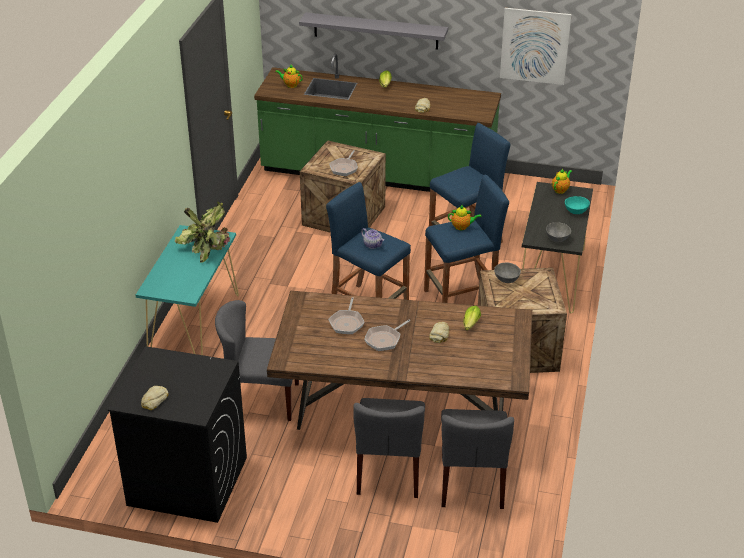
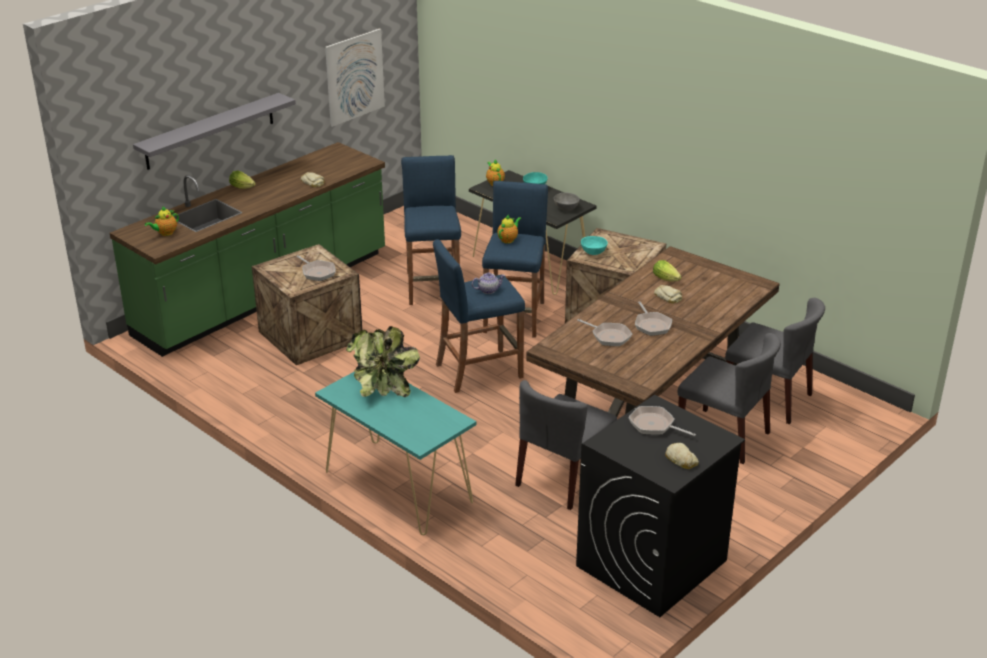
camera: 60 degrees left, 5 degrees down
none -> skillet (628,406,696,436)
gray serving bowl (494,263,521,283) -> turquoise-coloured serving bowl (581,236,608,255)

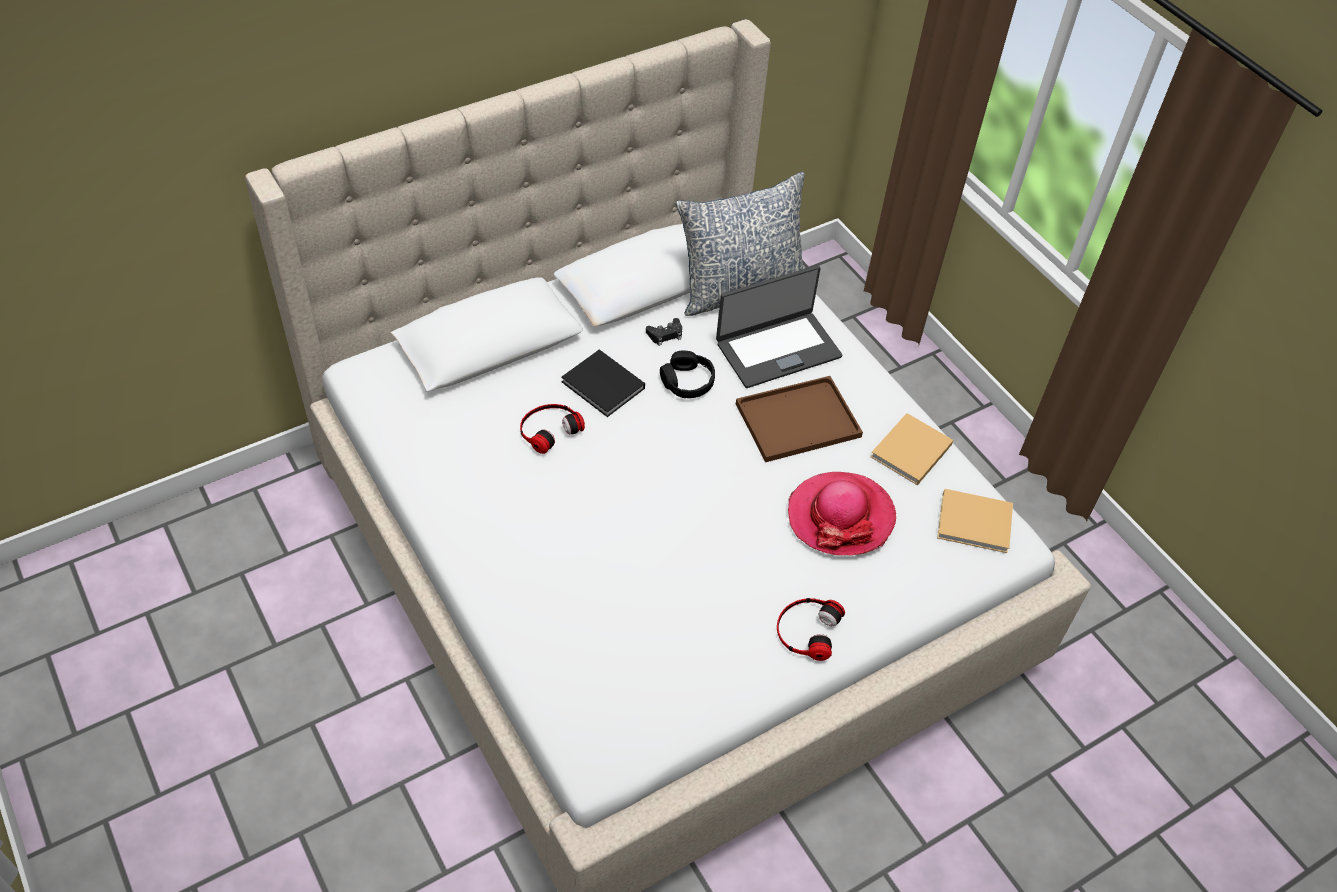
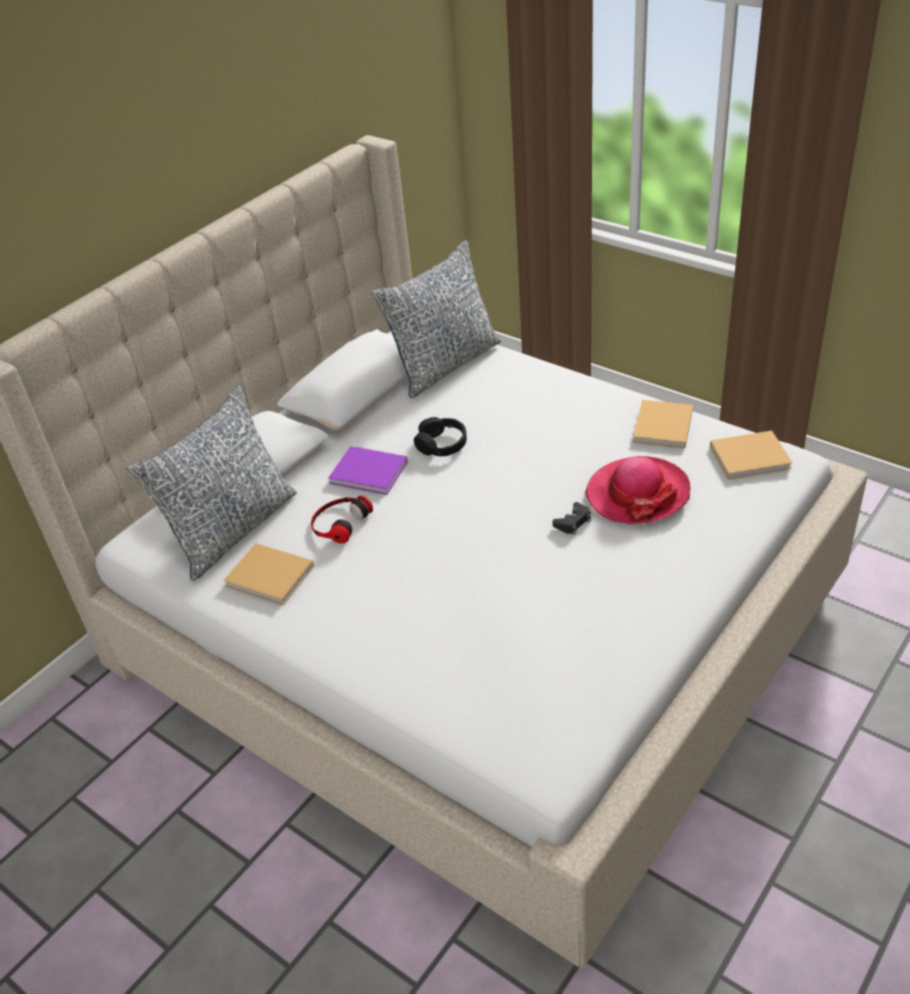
camera: 15 degrees left, 10 degrees down
notebook computer (716,265,842,388) -> none
brown serving tray (736,376,863,462) -> none
pair of headphones (777,598,845,661) -> none
none -> throw pillow (126,385,297,581)
none -> beige-coloured bound book (223,543,314,606)
black joypad (646,318,682,346) -> black joypad (553,502,591,535), shifted
black bound book (561,349,645,417) -> purple bound book (328,446,408,495)

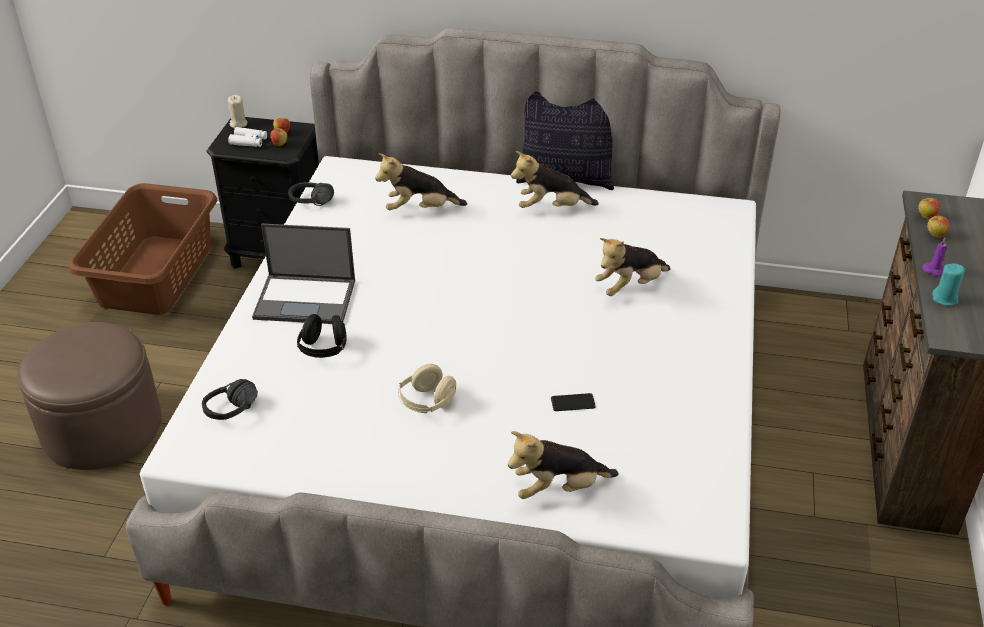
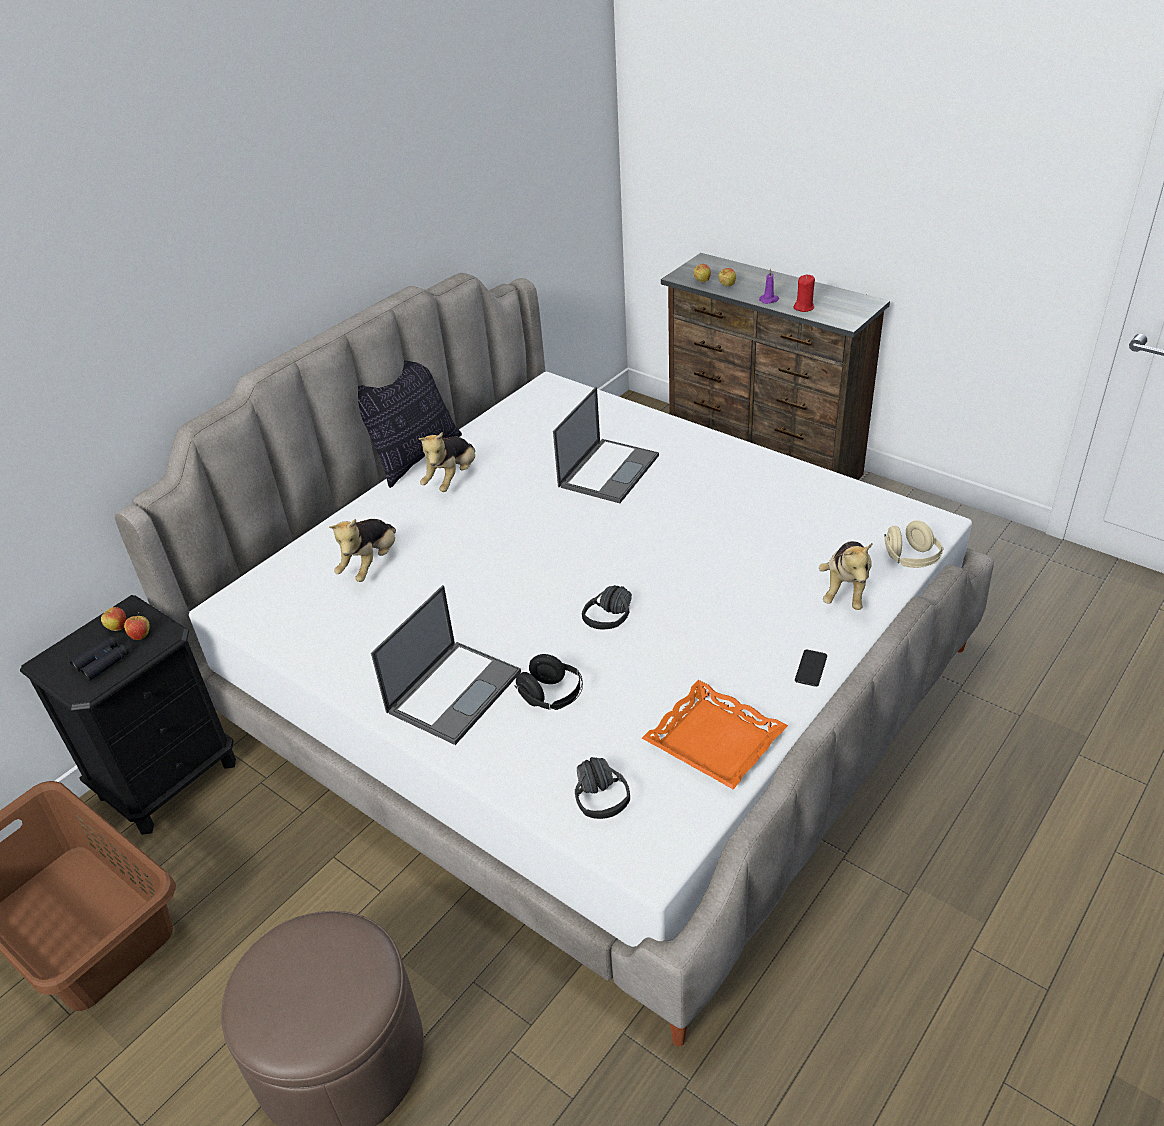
camera: 60 degrees left, 0 degrees up
beige-coloured candle (228,95,247,128) -> none
none -> orangey serving tray (642,680,788,789)
black pair of headphones (288,182,334,206) -> black pair of headphones (582,585,632,629), shifted
beige-coloured pair of headphones (398,364,456,413) -> beige-coloured pair of headphones (884,521,944,568), shifted
telephone (551,393,596,411) -> telephone (795,650,827,687), shifted
plush toy (595,238,670,296) -> notebook computer (553,387,659,503)
whitish field glasses (228,127,267,147) -> black field glasses (70,636,129,681)
turquoise-coloured candle (932,263,965,306) -> red candle (793,274,815,312)

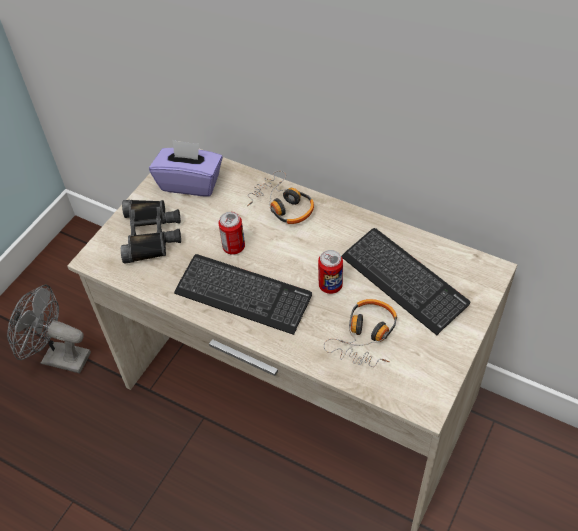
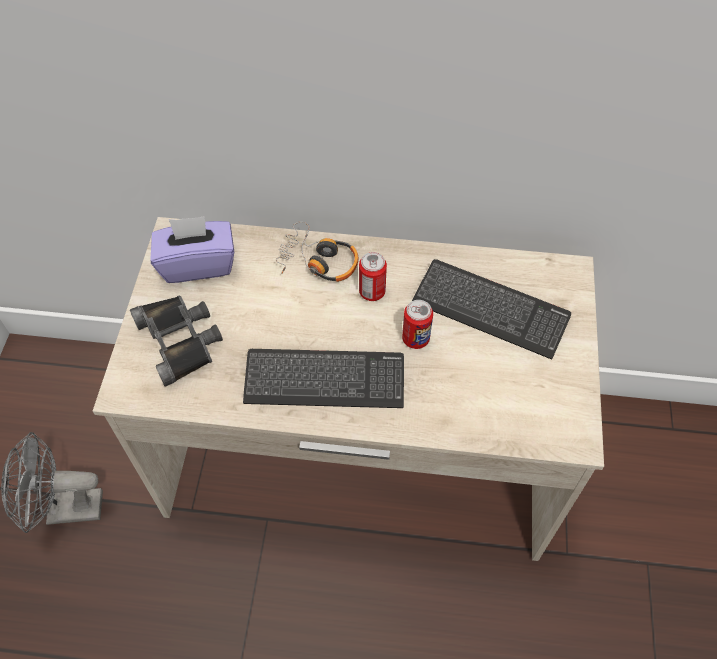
camera: 25 degrees left, 5 degrees up
pair of headphones (324,299,397,367) -> none
metal can (218,212,245,255) -> metal can (359,252,387,301), shifted

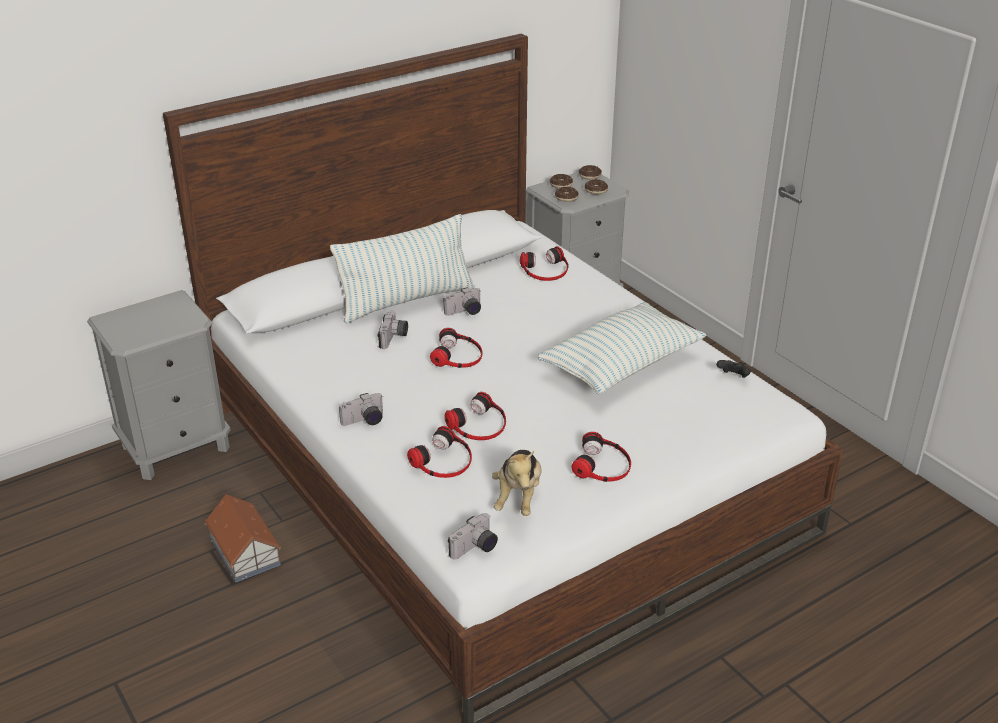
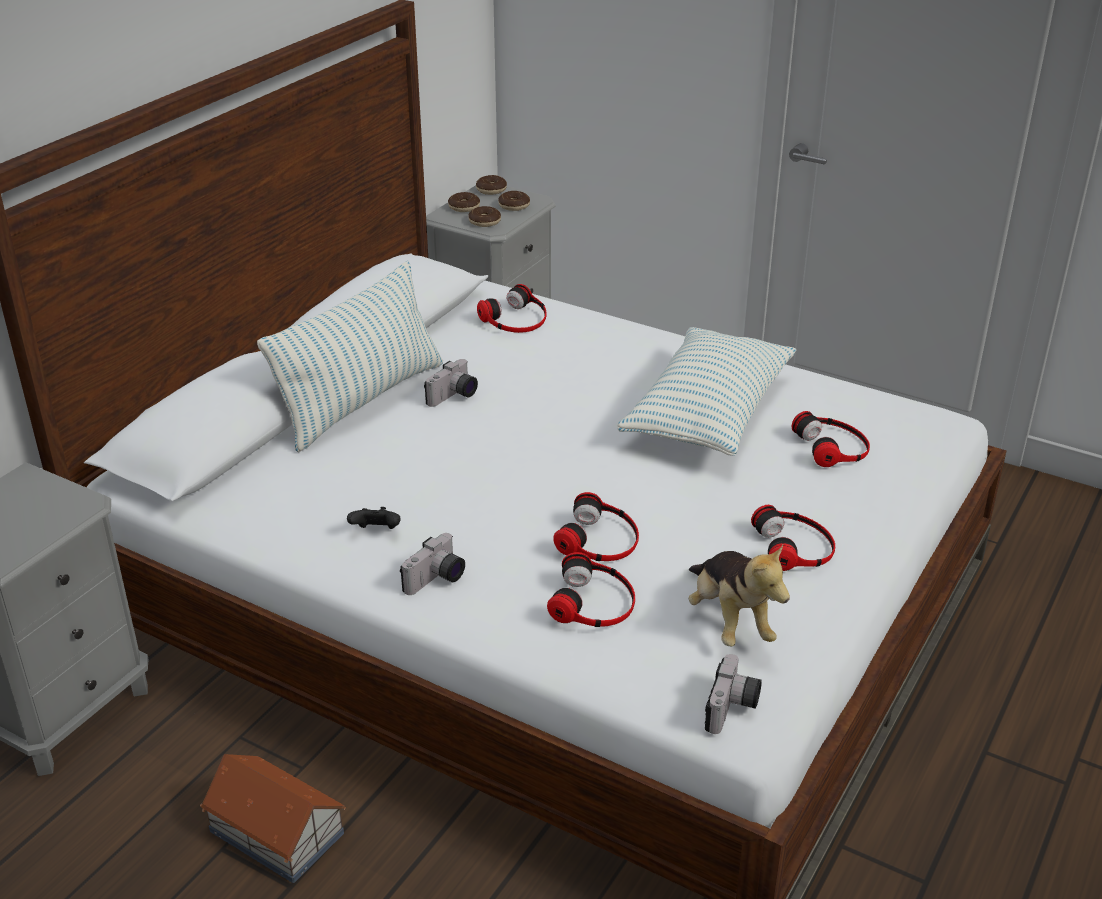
camera: 25 degrees left, 0 degrees up
still camera (378,311,408,349) -> none
pair of headphones (430,328,483,368) -> pair of headphones (792,411,870,467), shifted
black joypad (716,360,751,378) -> black joypad (347,507,401,529), shifted

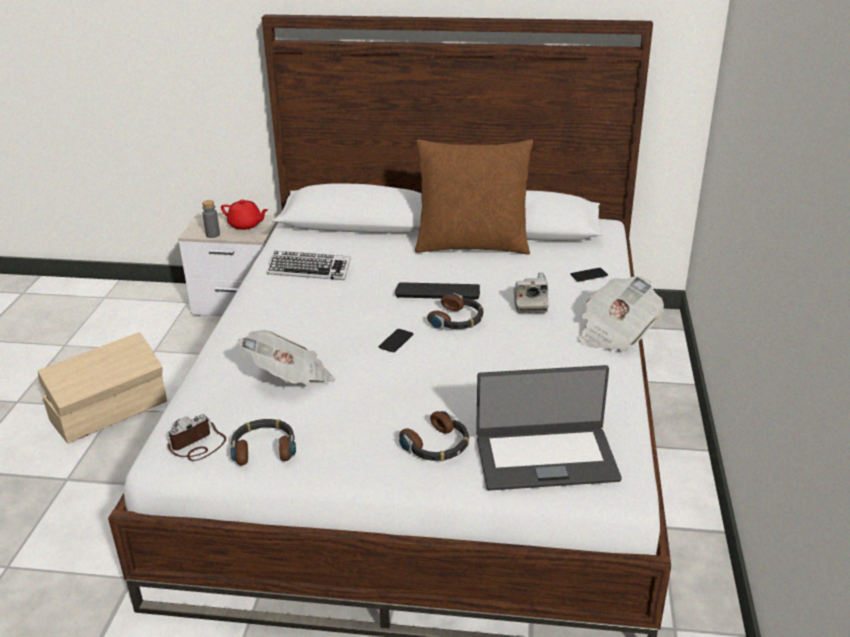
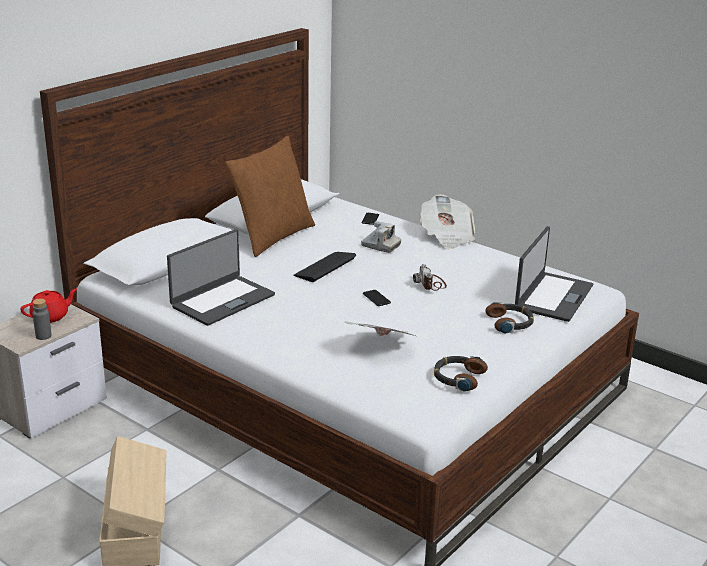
camera: 60 degrees left, 5 degrees down
pair of headphones (427,293,483,330) -> none
still camera (167,414,226,461) -> still camera (413,264,447,291), shifted
computer keyboard (267,251,351,280) -> notebook computer (167,229,275,326)

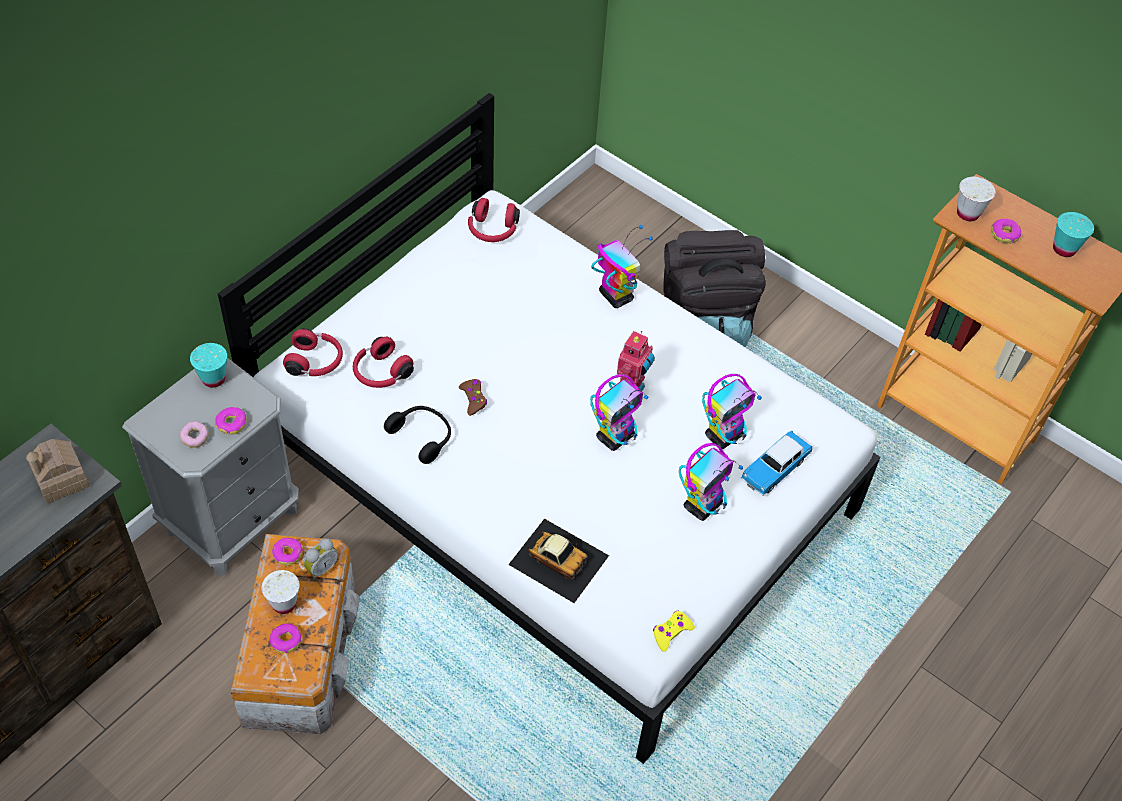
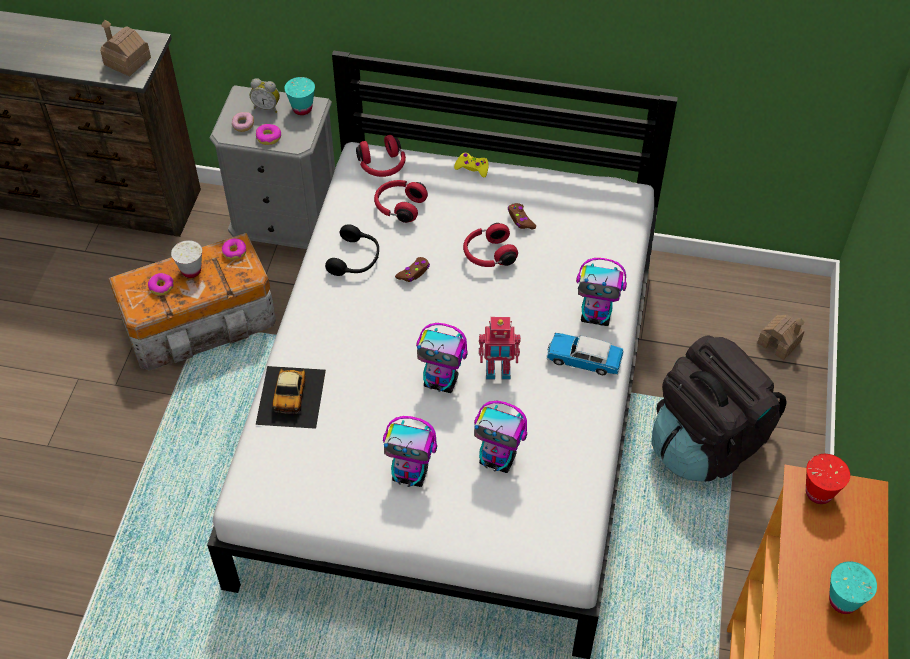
camera: 65 degrees right, 0 degrees up
doughnut (991,218,1021,244) -> none
none -> brown joypad (508,203,536,229)
none -> miniature house (757,315,805,360)
table clock (303,538,338,580) -> table clock (250,78,280,113), shifted
red pair of headphones (468,198,520,242) -> red pair of headphones (463,223,518,267), shifted
yellowish joypad (653,611,695,652) -> yellowish joypad (454,153,489,178), shifted
model car (741,430,812,496) -> model car (546,333,623,375), shifted
whitish drinking cup (957,177,995,221) -> red drinking cup (806,454,850,504)
robot figure (591,225,653,308) -> robot figure (576,258,627,326), 75 degrees clockwise

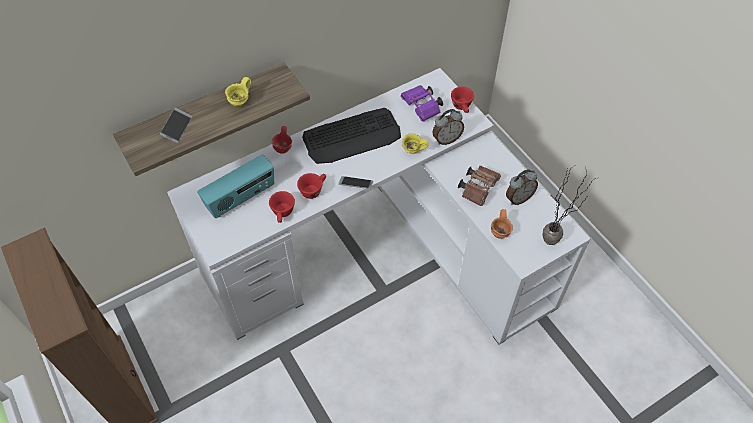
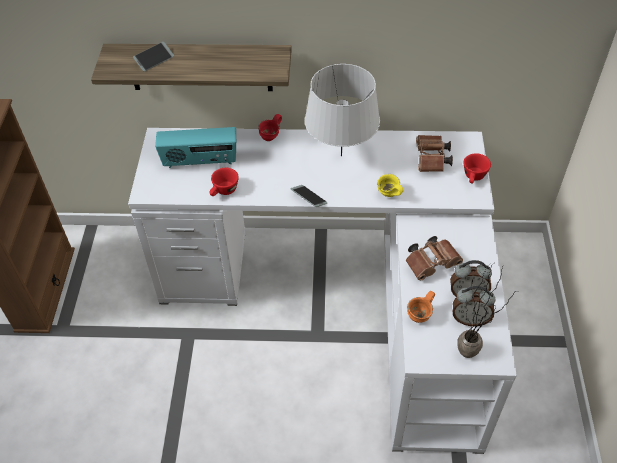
camera: 35 degrees right, 5 degrees down
yellowish tea mug (225,77,251,107) -> none
red drinking cup (297,173,326,199) -> none
table clock (432,109,464,145) -> table clock (453,286,495,326), shifted
computer keyboard (302,108,401,164) -> gray lamp for a table (305,64,380,156)
purple field glasses (401,85,443,122) -> brown field glasses (416,135,453,172)

